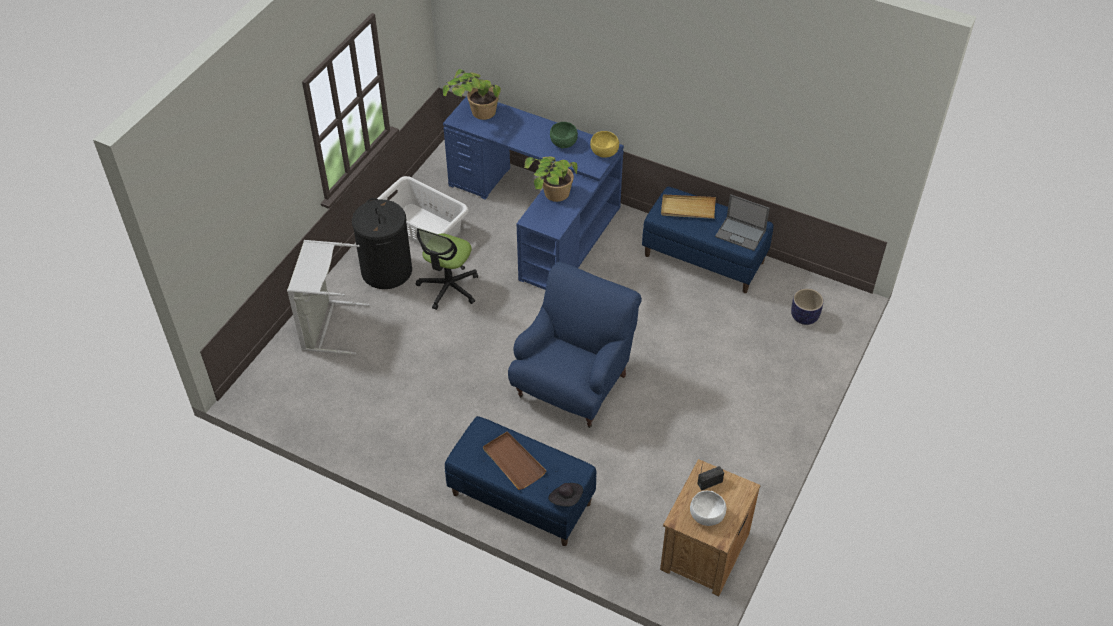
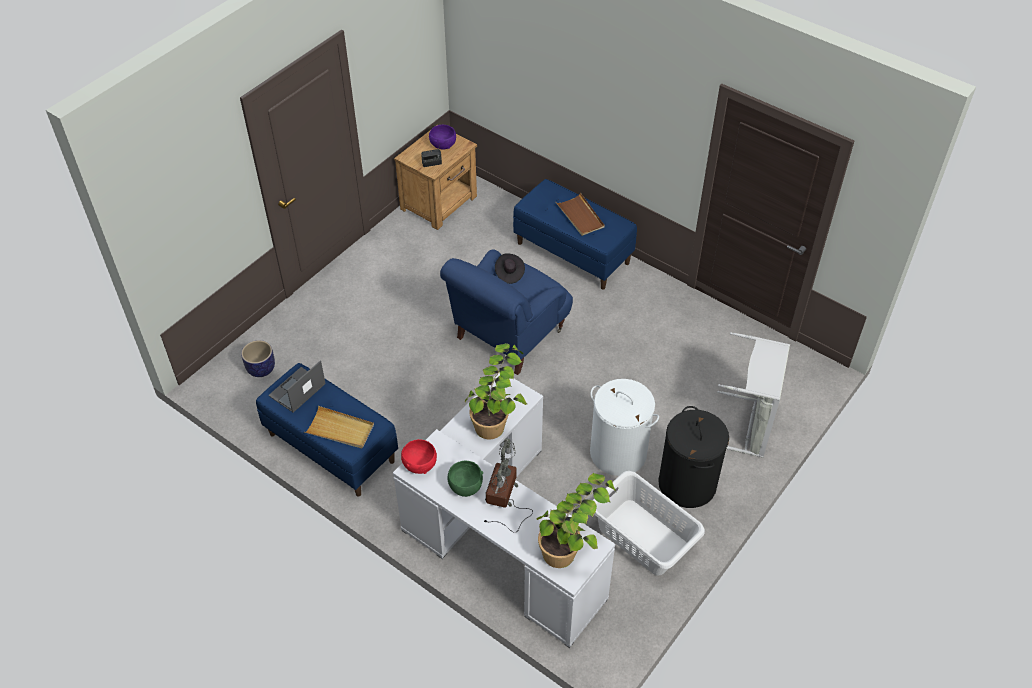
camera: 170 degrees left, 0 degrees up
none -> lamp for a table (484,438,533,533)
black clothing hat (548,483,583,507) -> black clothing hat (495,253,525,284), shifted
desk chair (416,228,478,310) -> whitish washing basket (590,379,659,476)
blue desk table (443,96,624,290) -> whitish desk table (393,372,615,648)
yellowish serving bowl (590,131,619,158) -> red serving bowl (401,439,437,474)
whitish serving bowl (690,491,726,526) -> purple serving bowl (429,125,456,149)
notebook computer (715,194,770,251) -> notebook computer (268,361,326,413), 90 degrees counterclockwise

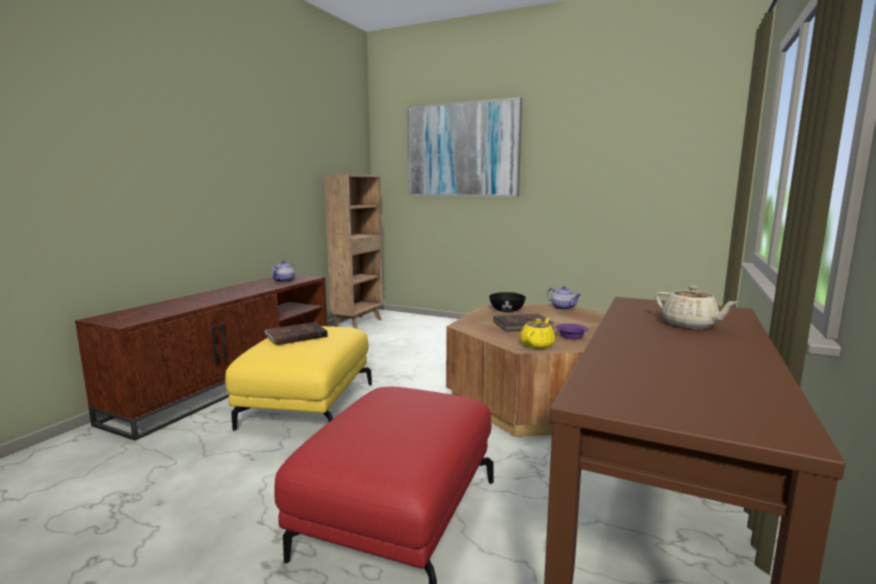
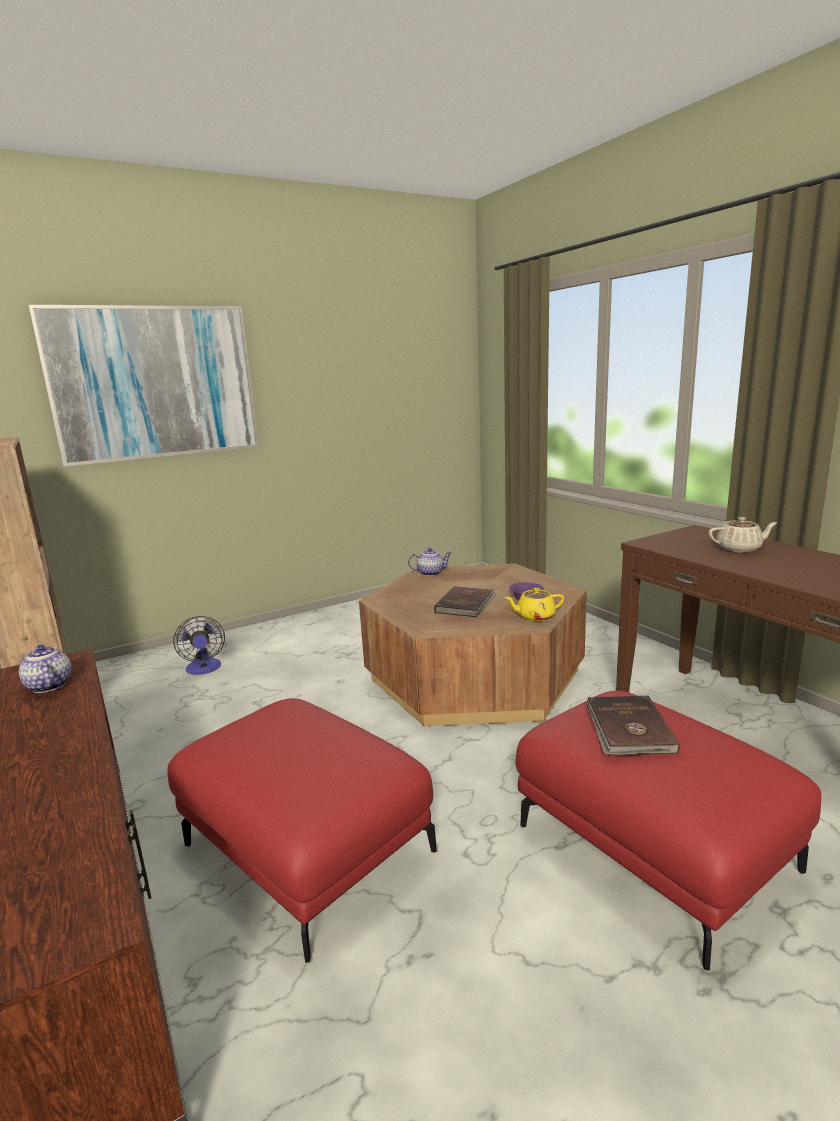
camera: 55 degrees left, 5 degrees up
black serving bowl (489,292,526,312) -> none
none -> electric fan (173,616,225,675)
brown bound book (264,322,328,345) -> brown bound book (587,695,680,756), shifted
yellowish ottoman (225,326,372,431) -> red ottoman (167,698,437,963)
yellowish tea pot (520,318,555,349) -> yellowish tea pot (504,588,564,621), 75 degrees counterclockwise

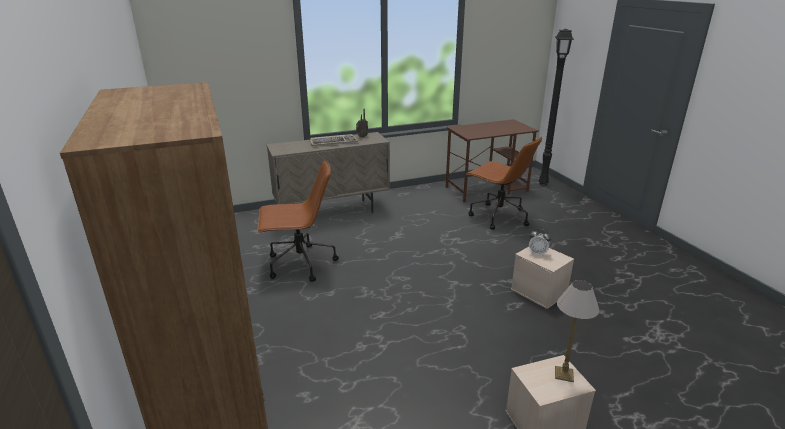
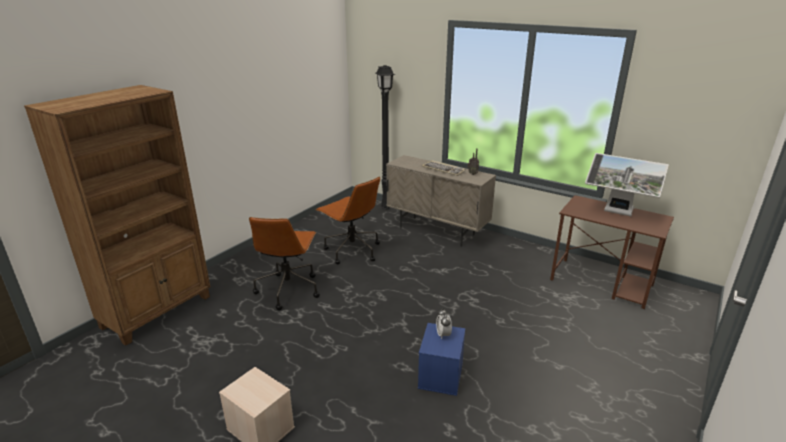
camera: 55 degrees right, 0 degrees up
lamp for a table (555,280,599,382) -> none
none -> computer display (585,153,669,217)
brown desk chair (466,136,542,230) -> brown desk chair (249,217,320,310), shifted
black floor lamp (539,29,574,185) -> black floor lamp (376,65,395,209), shifted
beige-coloured storage container (511,247,574,309) -> blue storage container (418,323,465,396)

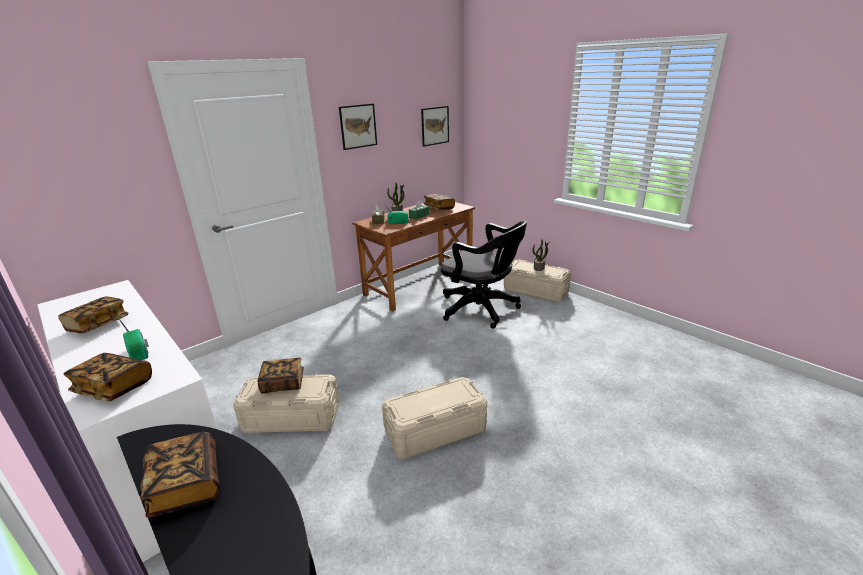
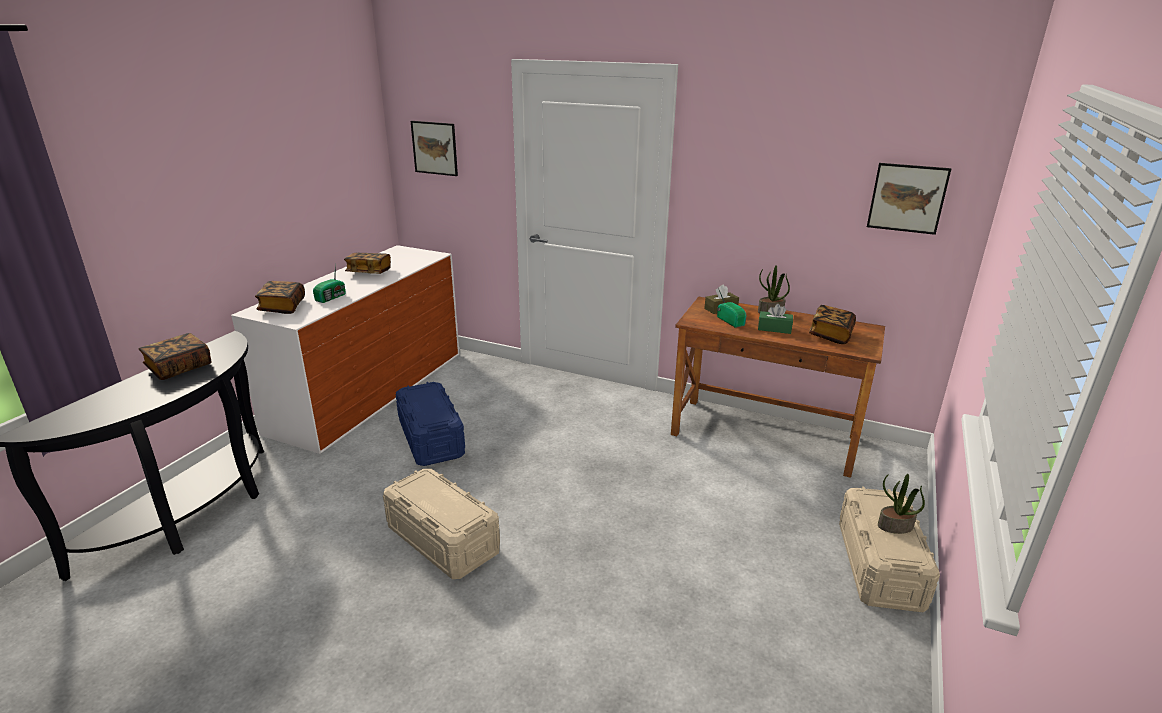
camera: 65 degrees right, 0 degrees up
bound book (258,358,304,394) -> none
black desk chair (441,221,527,329) -> none
wall picture (339,104,377,150) -> wall picture (411,121,458,176), shifted
beige-coloured storage container (233,373,339,433) -> blue storage container (395,382,465,466)

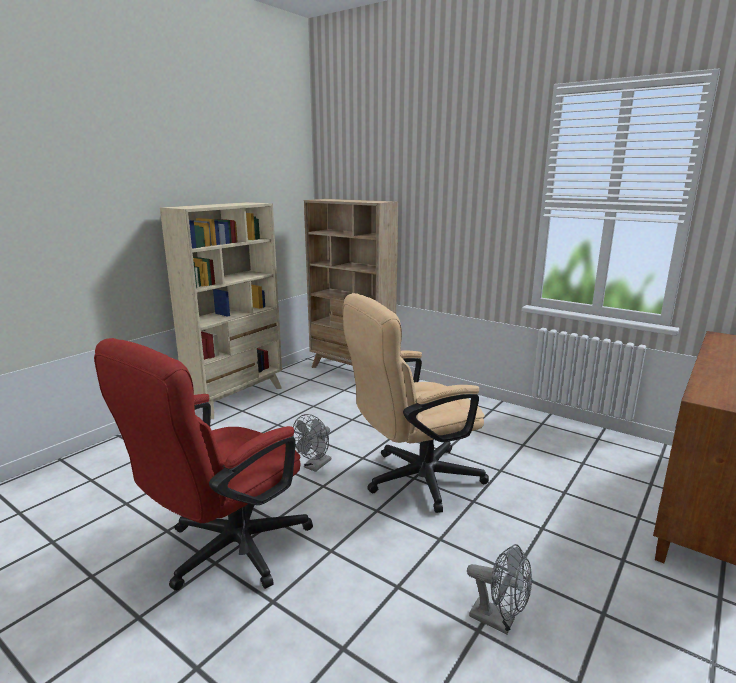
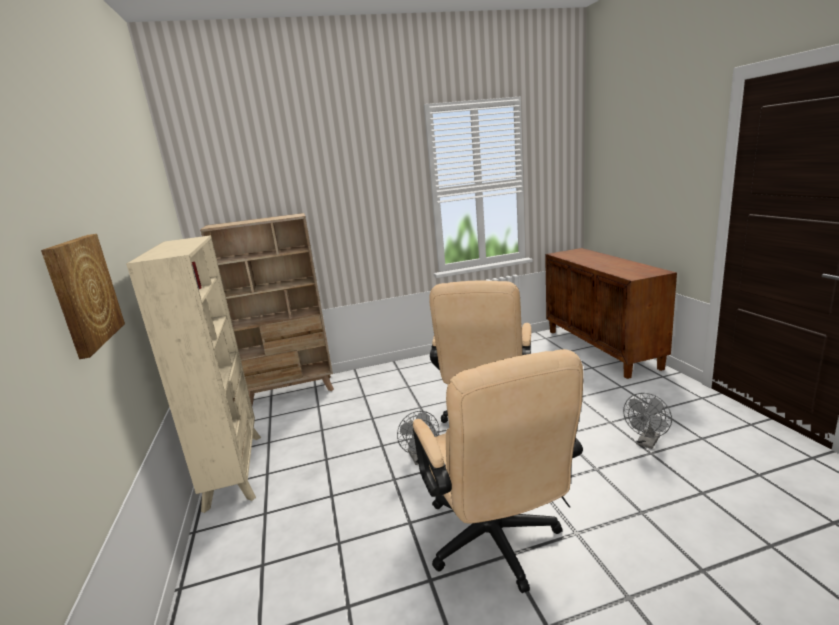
camera: 50 degrees left, 0 degrees up
none -> wall picture (41,234,125,359)
red desk chair (94,338,313,590) -> beige-coloured desk chair (413,349,583,593)
gray electric fan (467,544,532,635) -> gray electric fan (623,393,672,449), 150 degrees clockwise

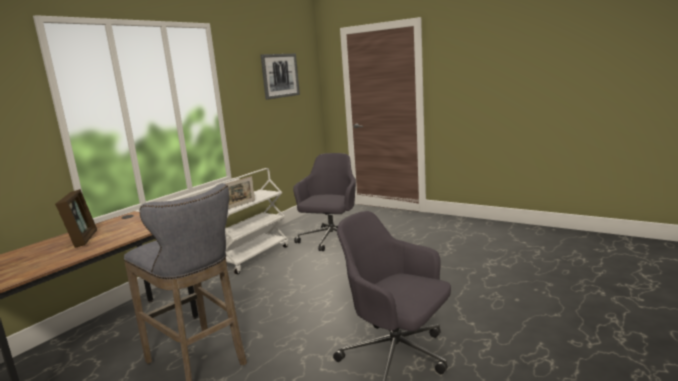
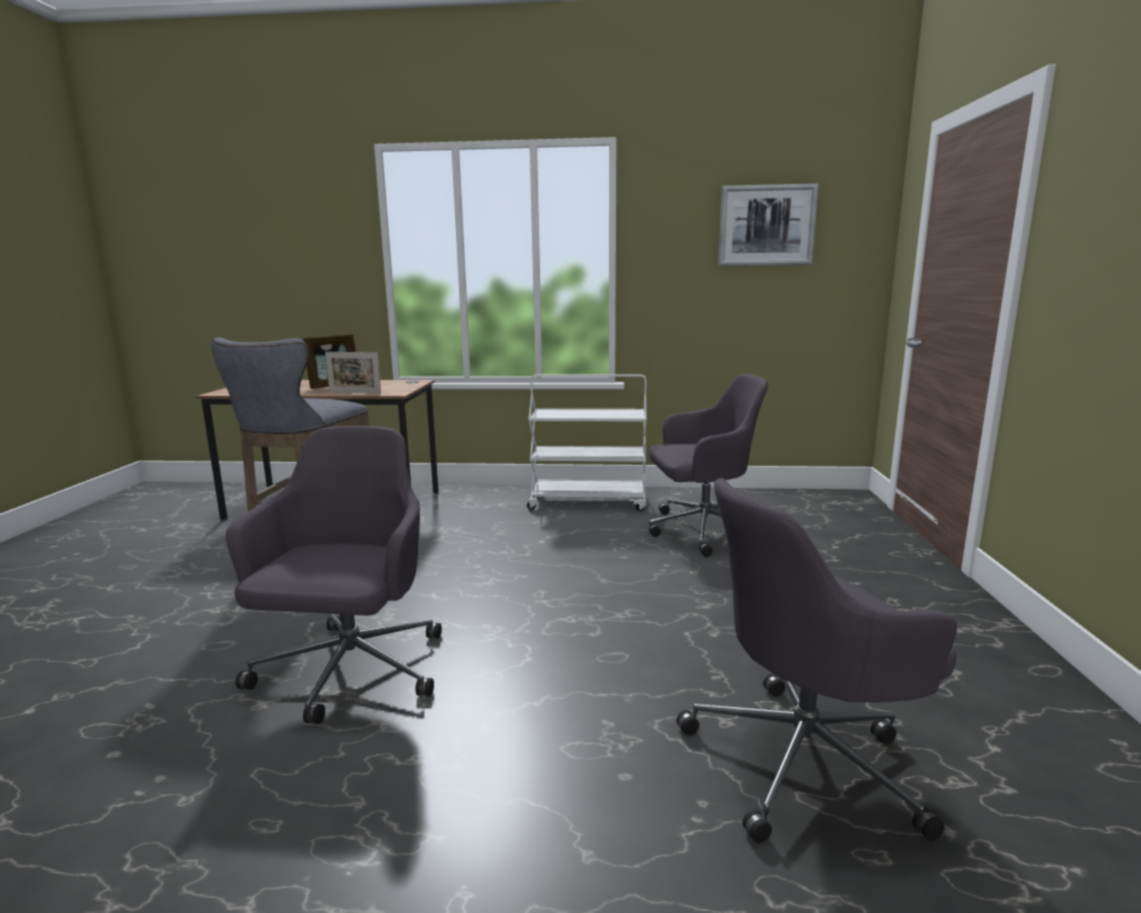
camera: 60 degrees right, 0 degrees up
none -> gray desk chair (677,478,957,843)
picture frame (225,176,255,209) -> picture frame (325,352,381,394), shifted

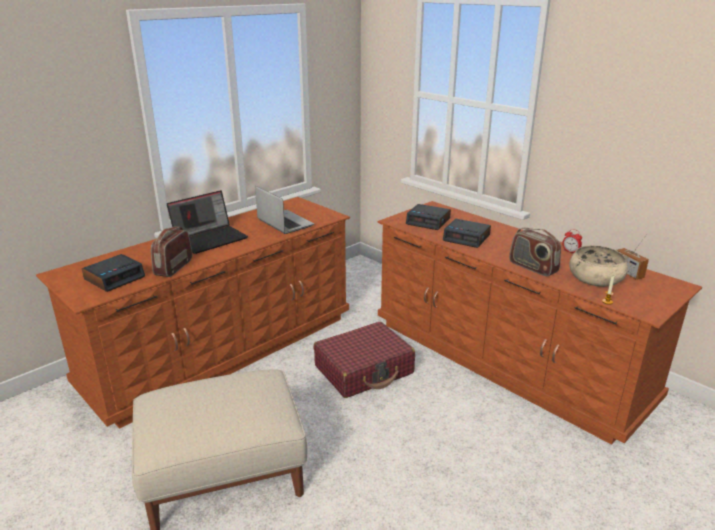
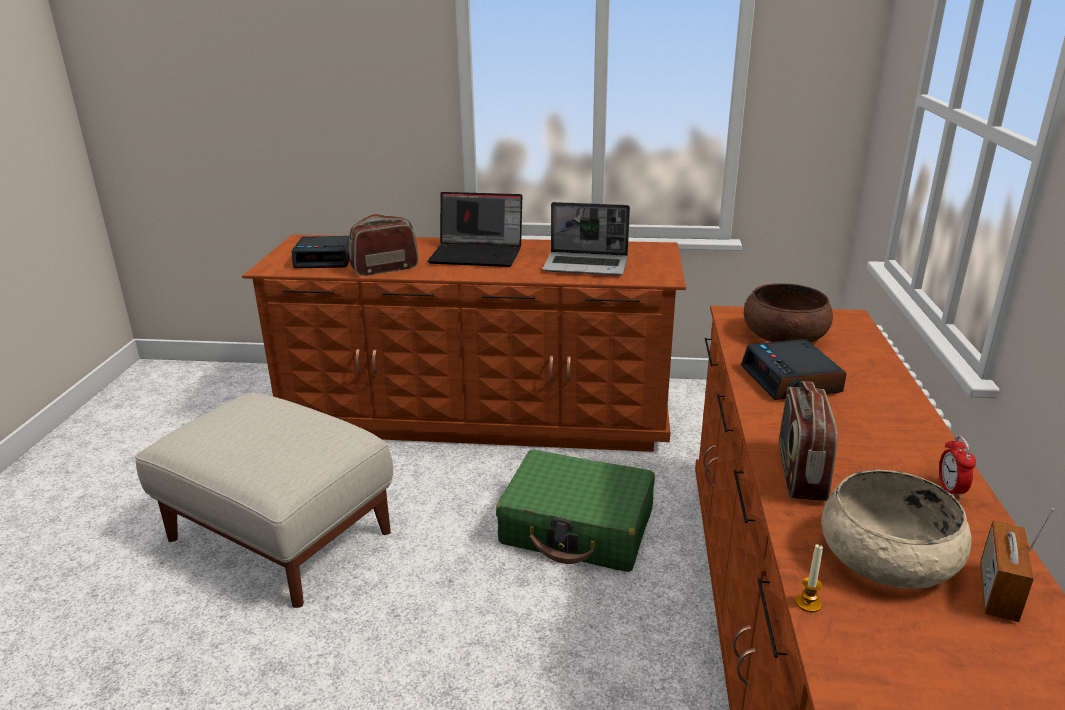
camera: 50 degrees right, 0 degrees up
table clock (406,204,451,230) -> brown serving bowl (744,283,833,343)
red suitcase (314,322,415,398) -> greenish suitcase (496,449,655,572)
notebook computer (255,186,314,234) -> notebook computer (542,202,630,275), 90 degrees clockwise

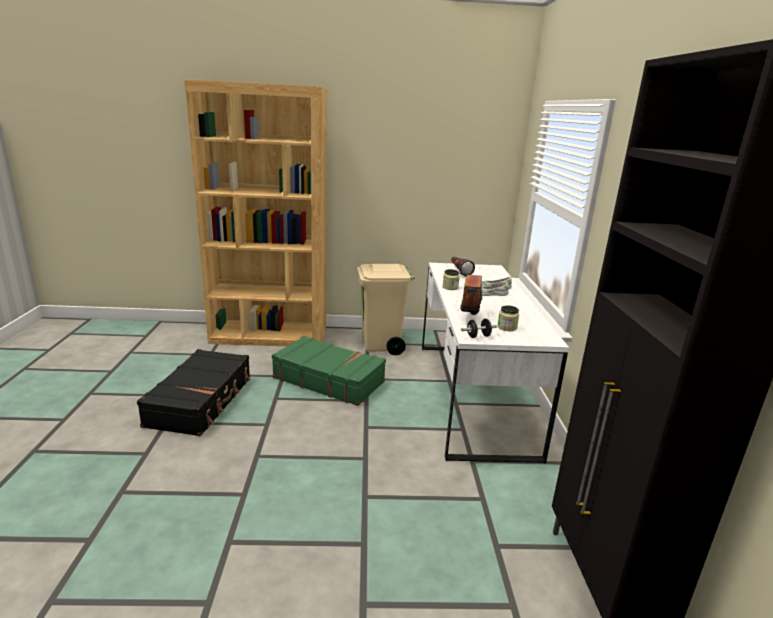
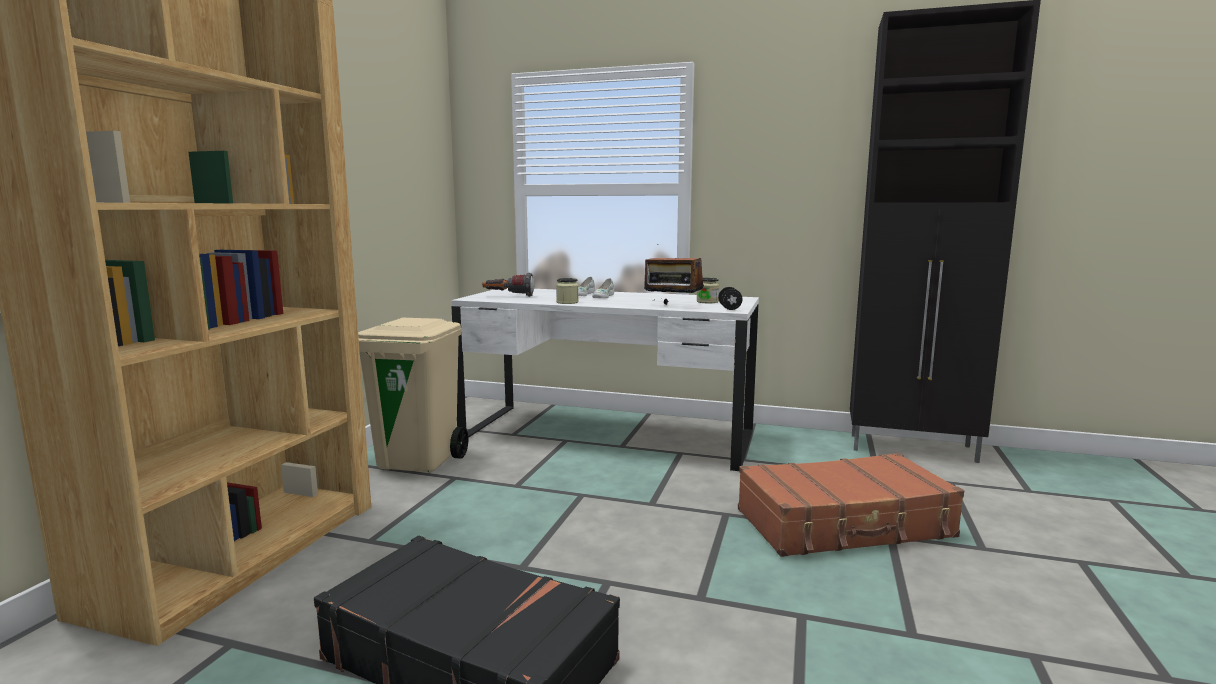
camera: 70 degrees left, 10 degrees down
greenish suitcase (272,336,386,406) -> none
none -> brown suitcase (738,453,964,557)

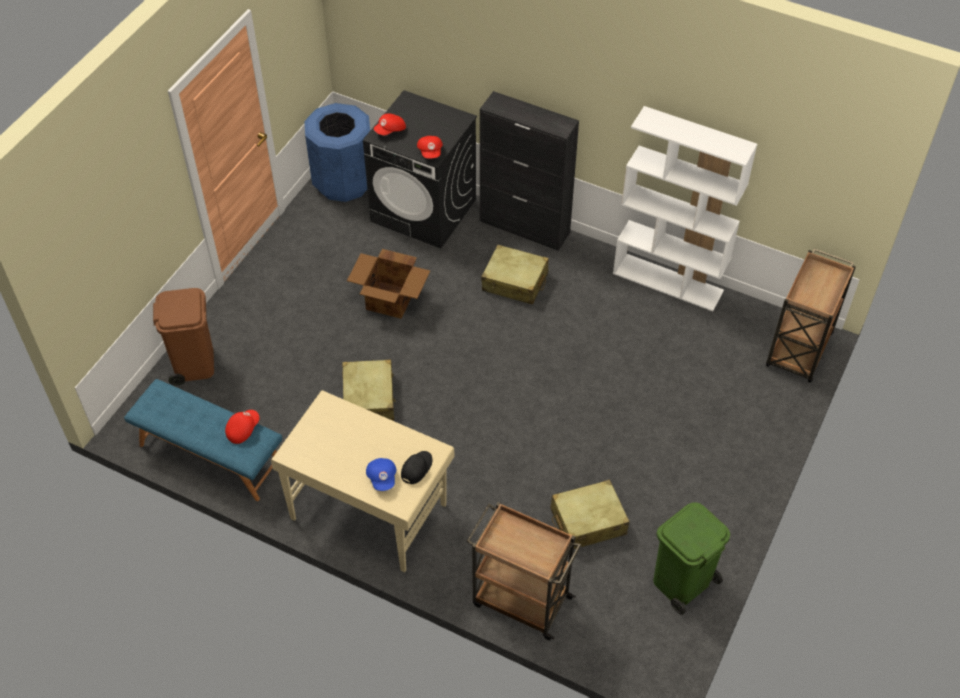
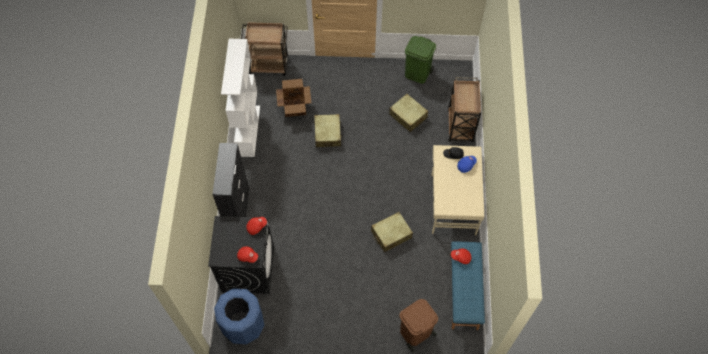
camera: 115 degrees left, 10 degrees up
carton (347,249,430,319) -> carton (276,79,312,117), shifted
beige-coloured suitcase (481,245,549,305) -> beige-coloured suitcase (314,114,342,147), shifted

